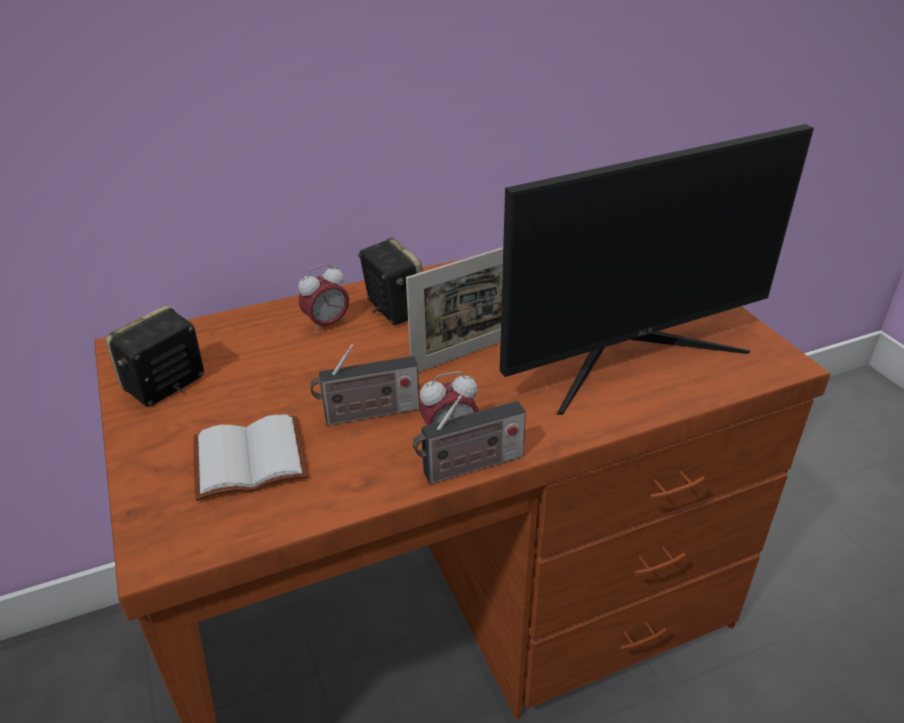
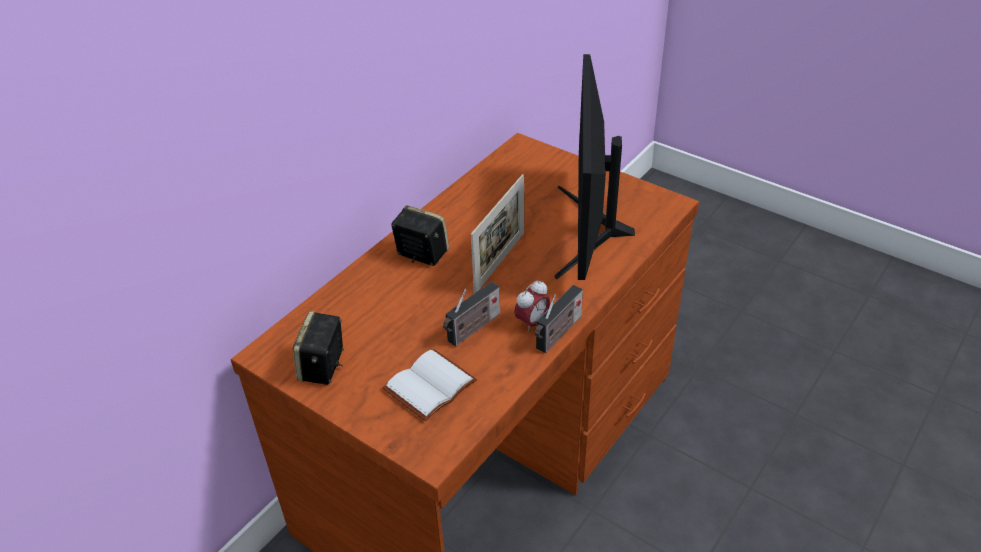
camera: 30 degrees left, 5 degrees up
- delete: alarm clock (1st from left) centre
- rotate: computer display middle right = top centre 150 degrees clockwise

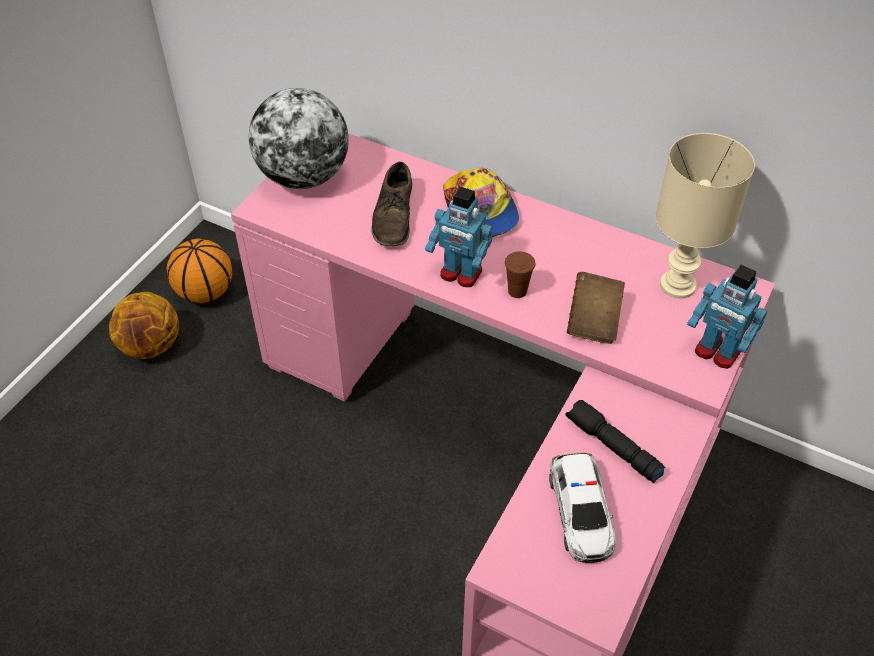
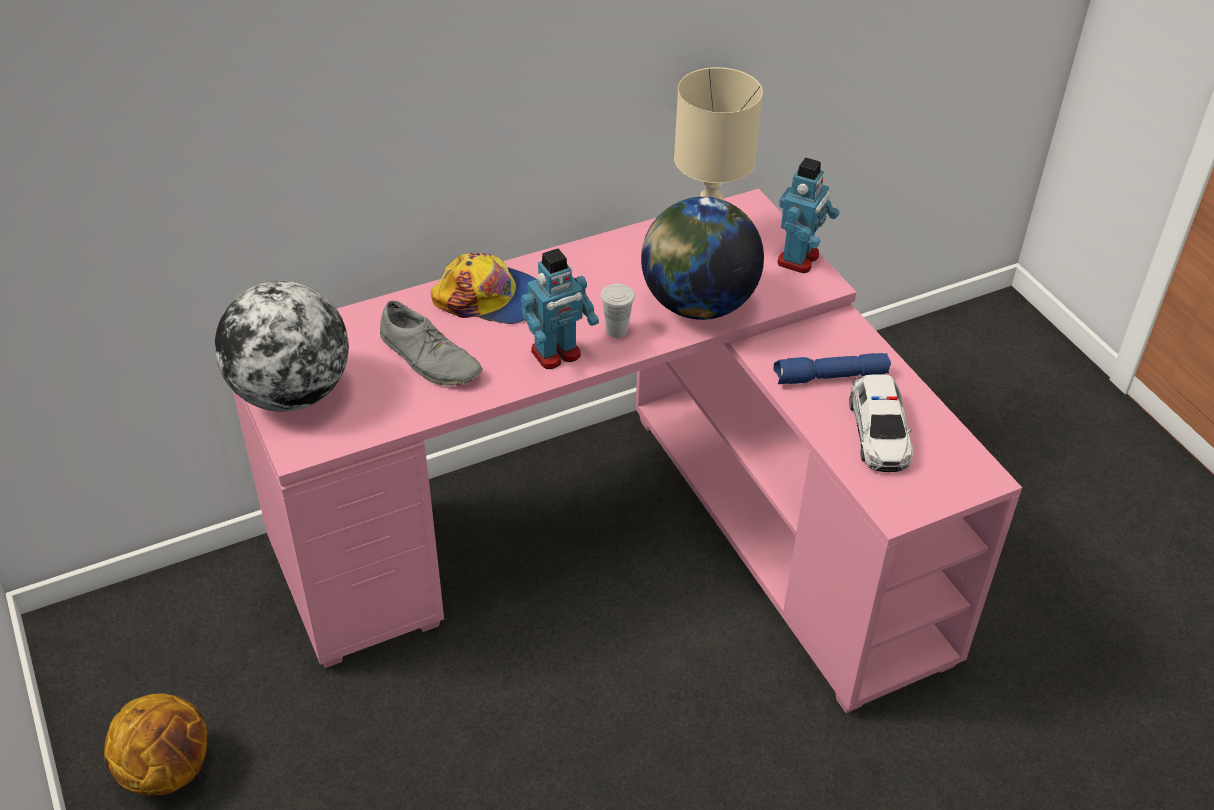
camera: 55 degrees left, 5 degrees down
- delete: basketball (2nd from left) middle left
- replace: brown bound book middle right to world globe (2nd from left) top centre
- recolor: brown shoe top centre to grey shoe centre
- recolor: brown small cup centre to whitish small cup centre
- recolor: blackish torch bottom right to blue torch middle right
- rotate: model car bottom centre = middle right 60 degrees clockwise
- rotate: toy robot (2nd from left) middle right = top centre 45 degrees counterclockwise

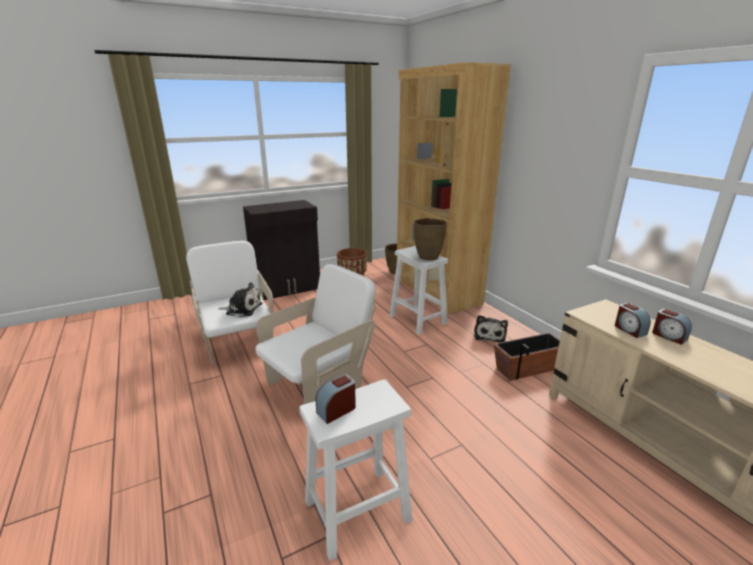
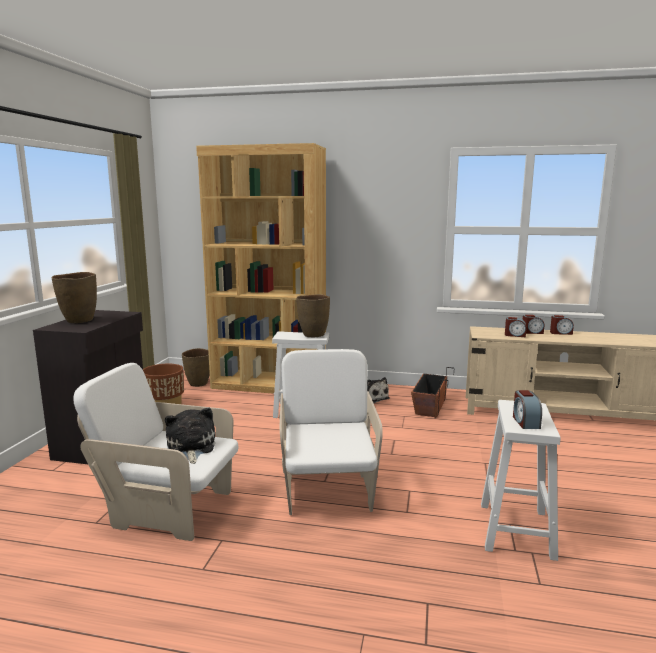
camera: 50 degrees left, 10 degrees down
- insert: brown flower vase (1st from left) middle left
- insert: alarm clock (4th from left) middle right
- rotate: cuddly toy (1st from left) middle left = middle left 60 degrees counterclockwise

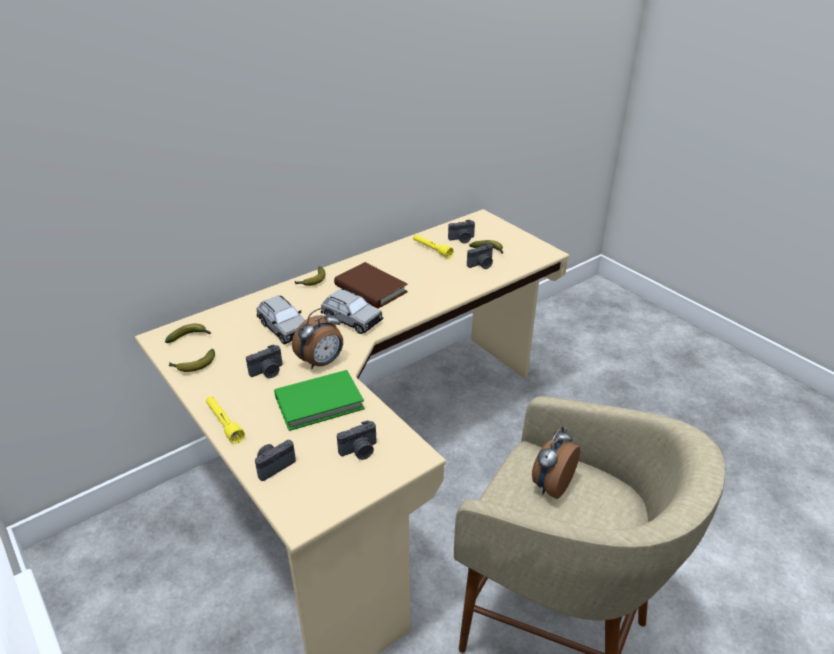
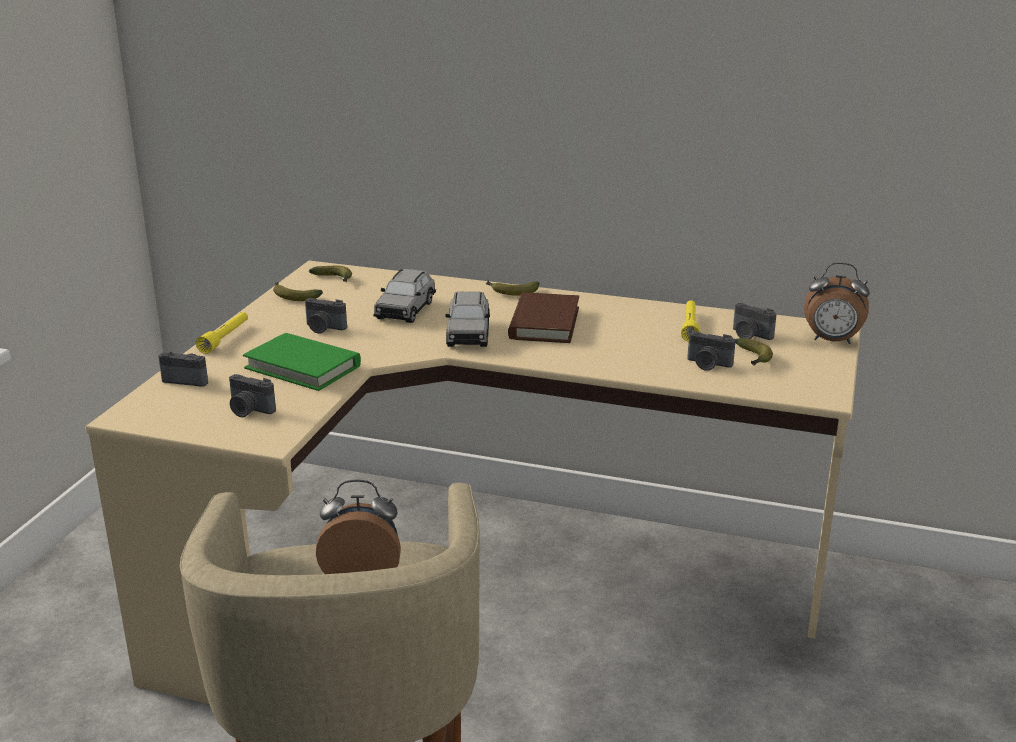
camera: 55 degrees right, 10 degrees down
- move: alarm clock (1st from left in the first image) centre to alarm clock (2nd from left) middle right

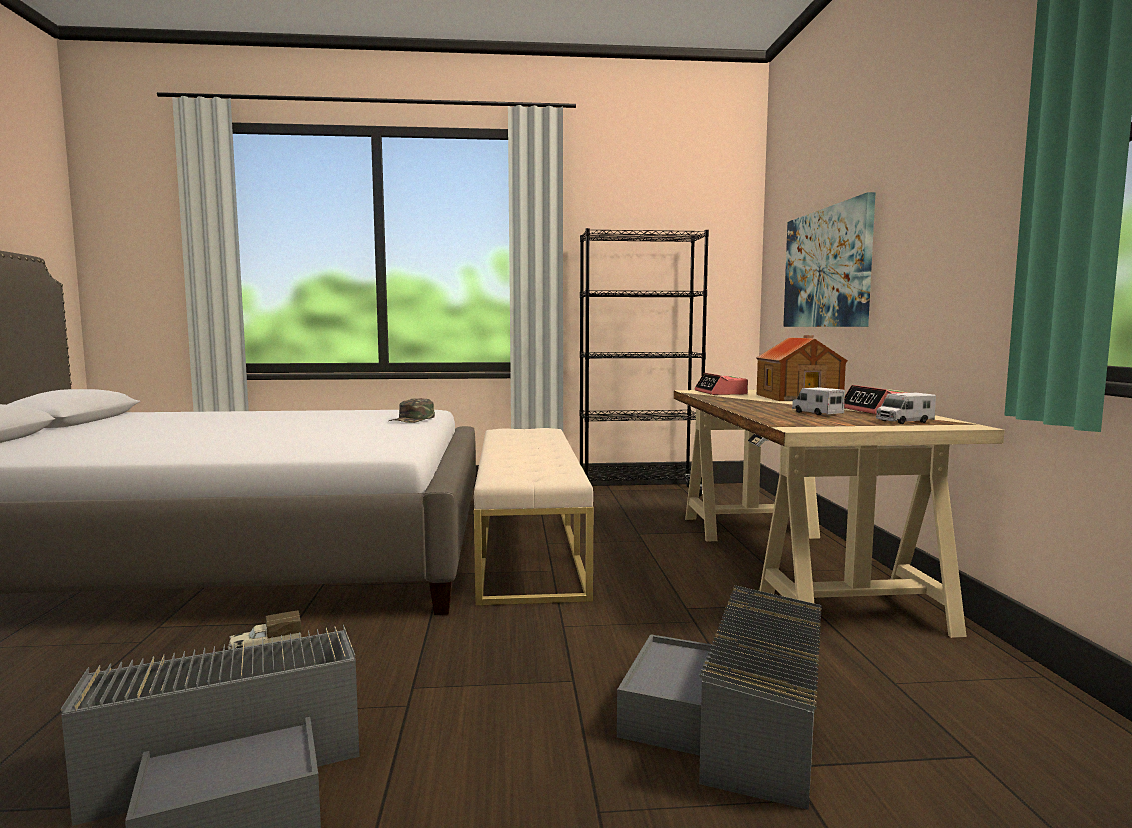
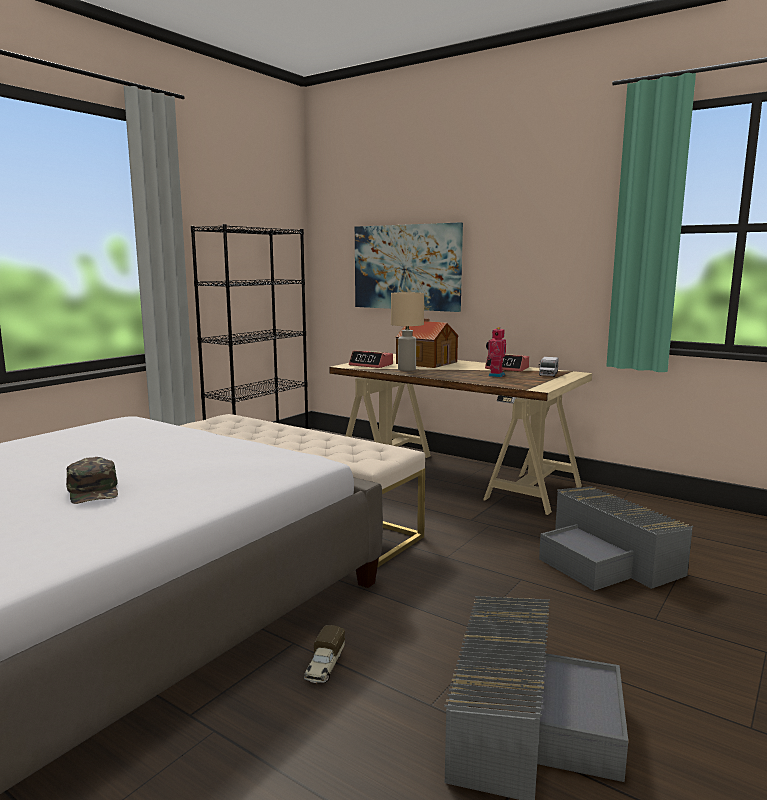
camera: 50 degrees left, 5 degrees up
- insert: sand-coloured tabletop lamp centre
- move: green cap centre to middle left
- replace: toy lorry (2nd from left) middle right to toy robot centre

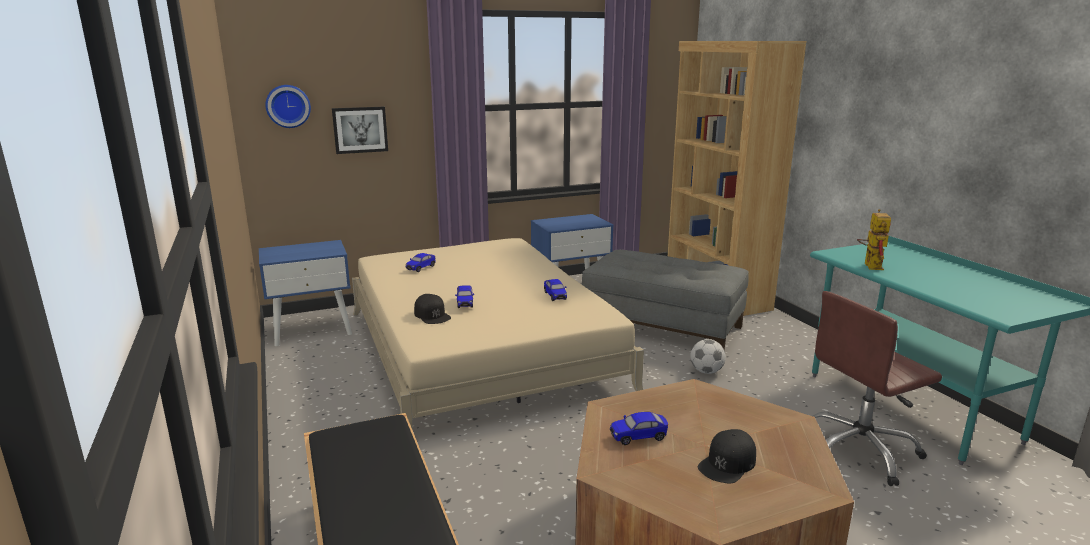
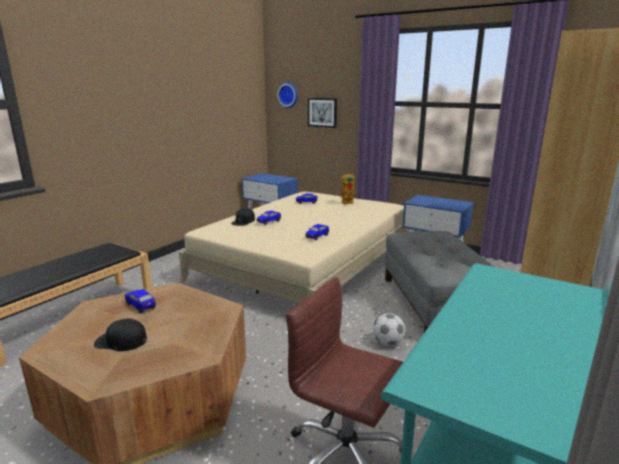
camera: 55 degrees right, 0 degrees up
- move: toy robot middle right to centre

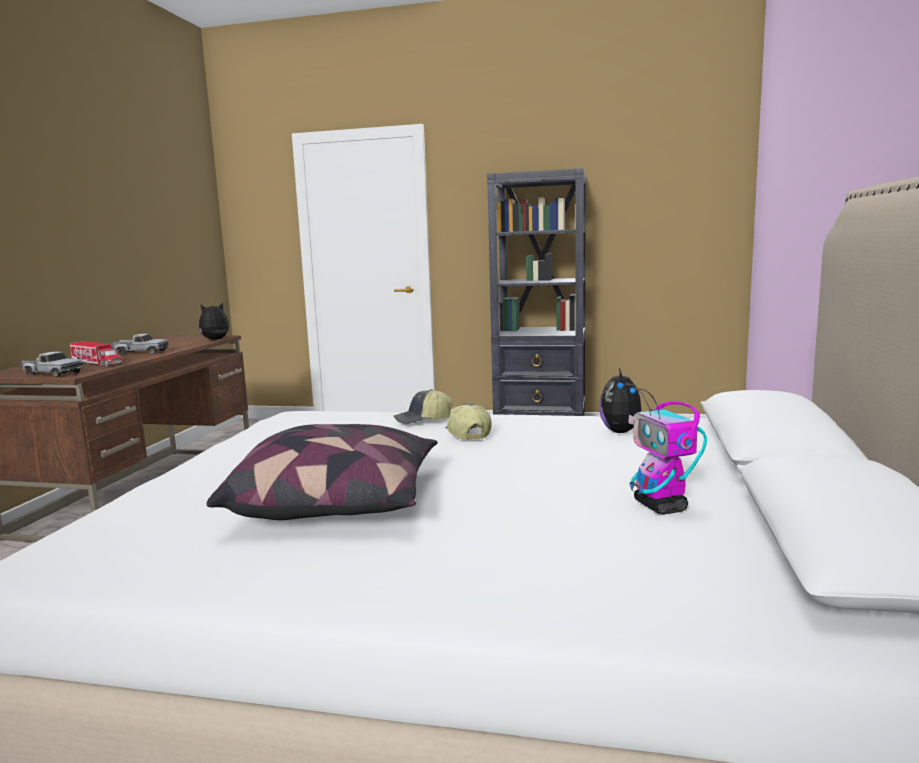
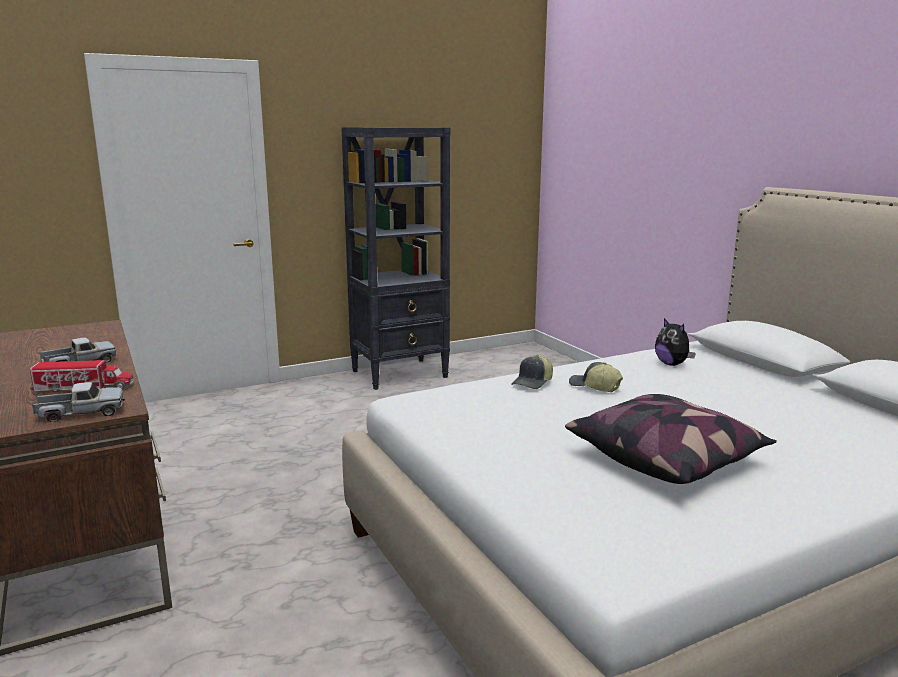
camera: 40 degrees left, 5 degrees up
- delete: cuddly toy (1st from left) middle left
- delete: toy robot middle right

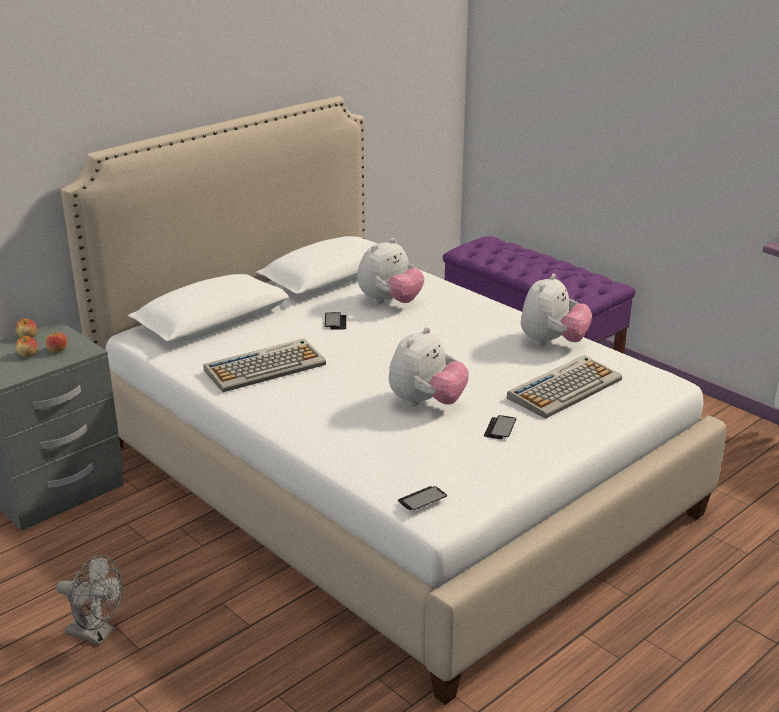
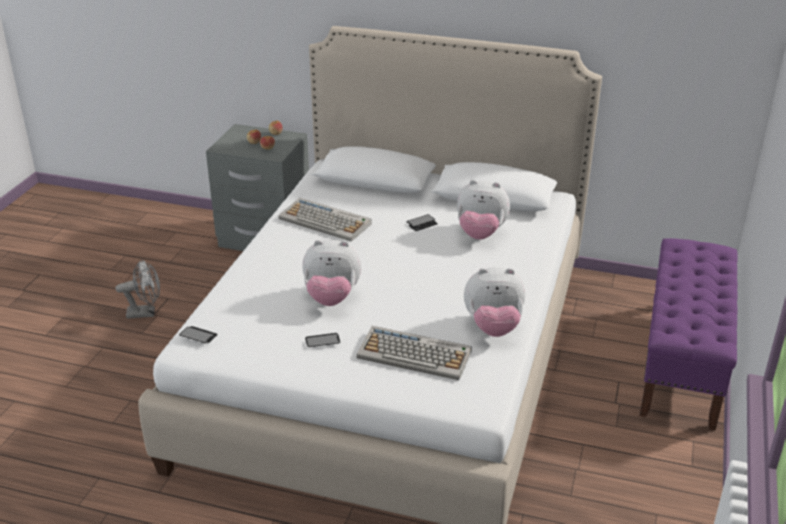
camera: 60 degrees right, 5 degrees up
- rotate: grey electric fan bottom left = middle left 90 degrees counterclockwise

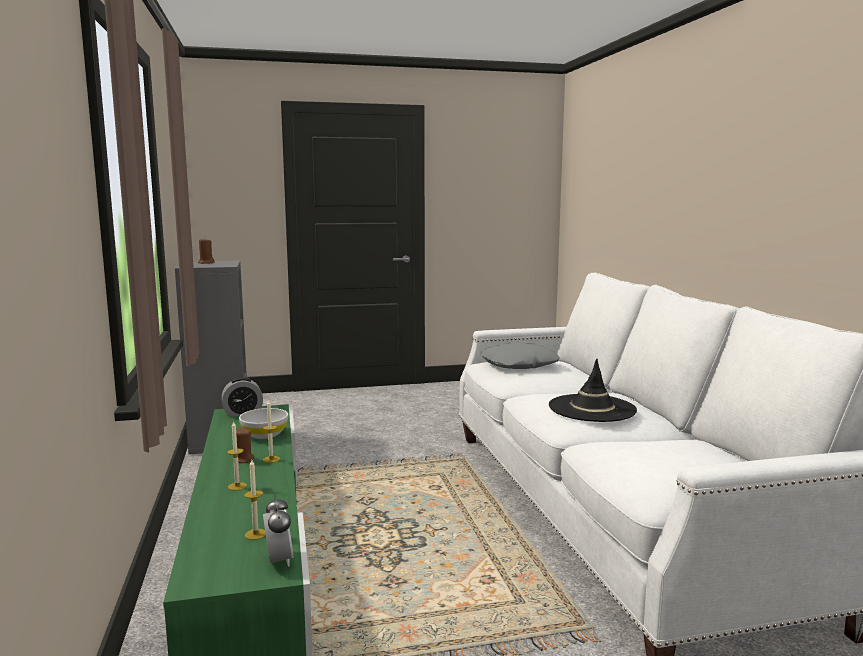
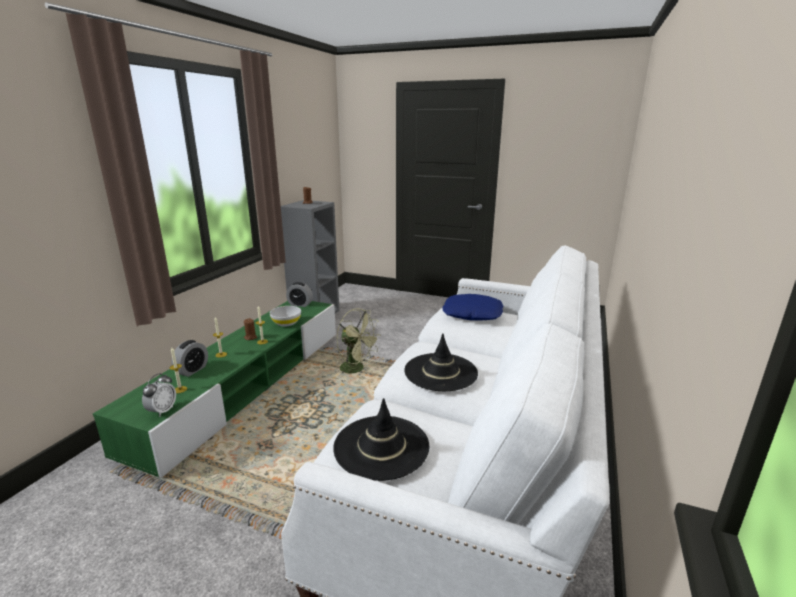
camera: 35 degrees right, 10 degrees up
- insert: alarm clock (2nd from left) middle left
- insert: blackish hat (1st from left) bottom centre
- insert: green electric fan centre
- recolor: grey throw pillow centre to blue throw pillow centre

